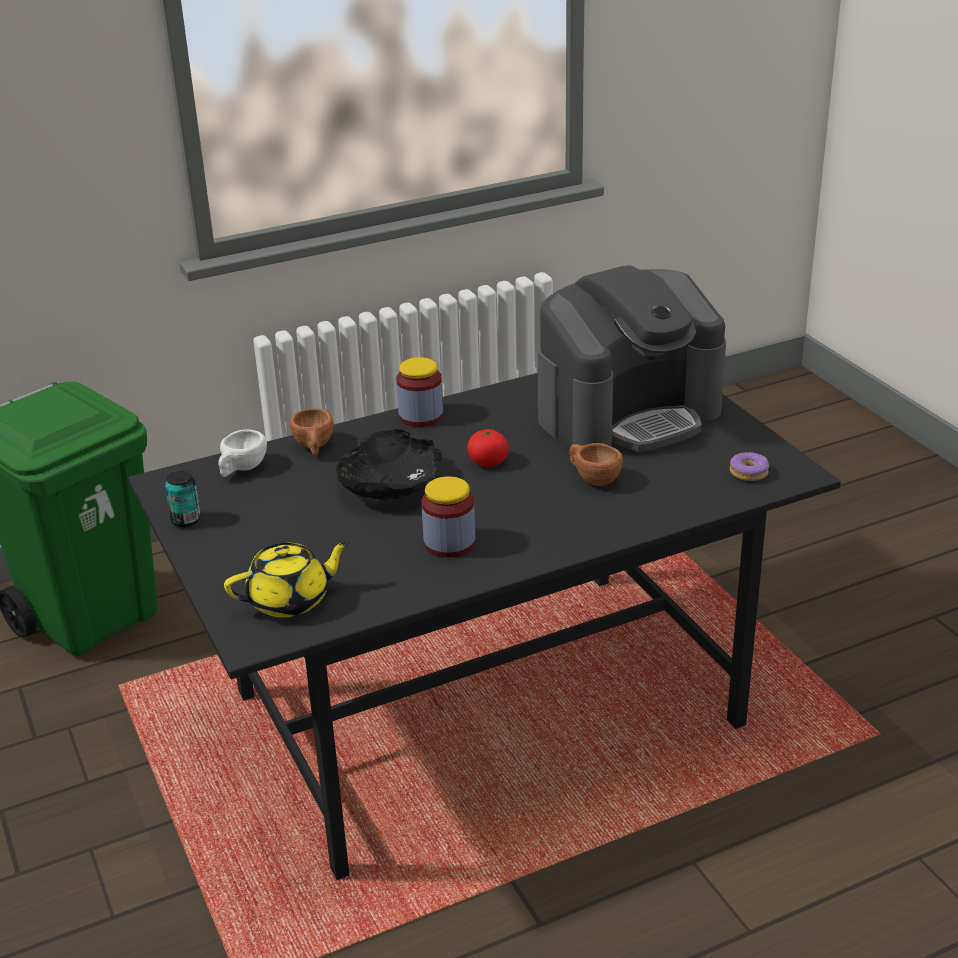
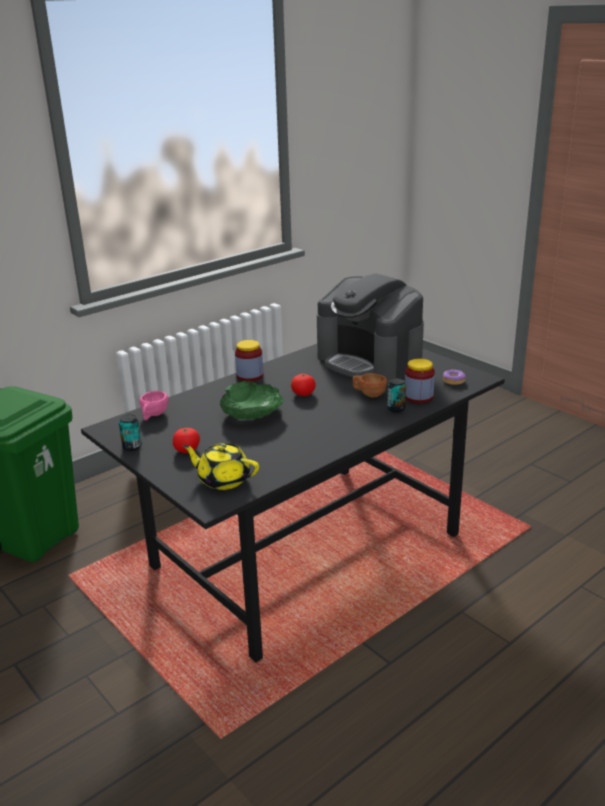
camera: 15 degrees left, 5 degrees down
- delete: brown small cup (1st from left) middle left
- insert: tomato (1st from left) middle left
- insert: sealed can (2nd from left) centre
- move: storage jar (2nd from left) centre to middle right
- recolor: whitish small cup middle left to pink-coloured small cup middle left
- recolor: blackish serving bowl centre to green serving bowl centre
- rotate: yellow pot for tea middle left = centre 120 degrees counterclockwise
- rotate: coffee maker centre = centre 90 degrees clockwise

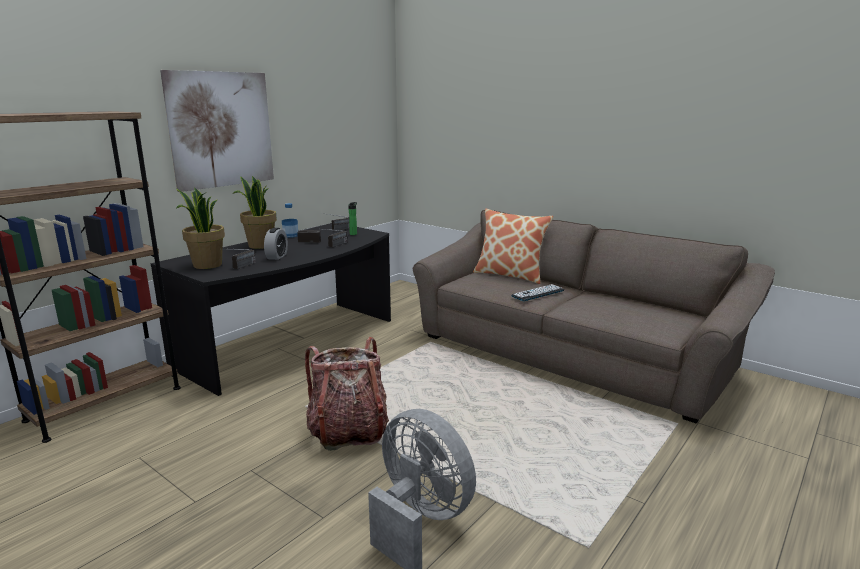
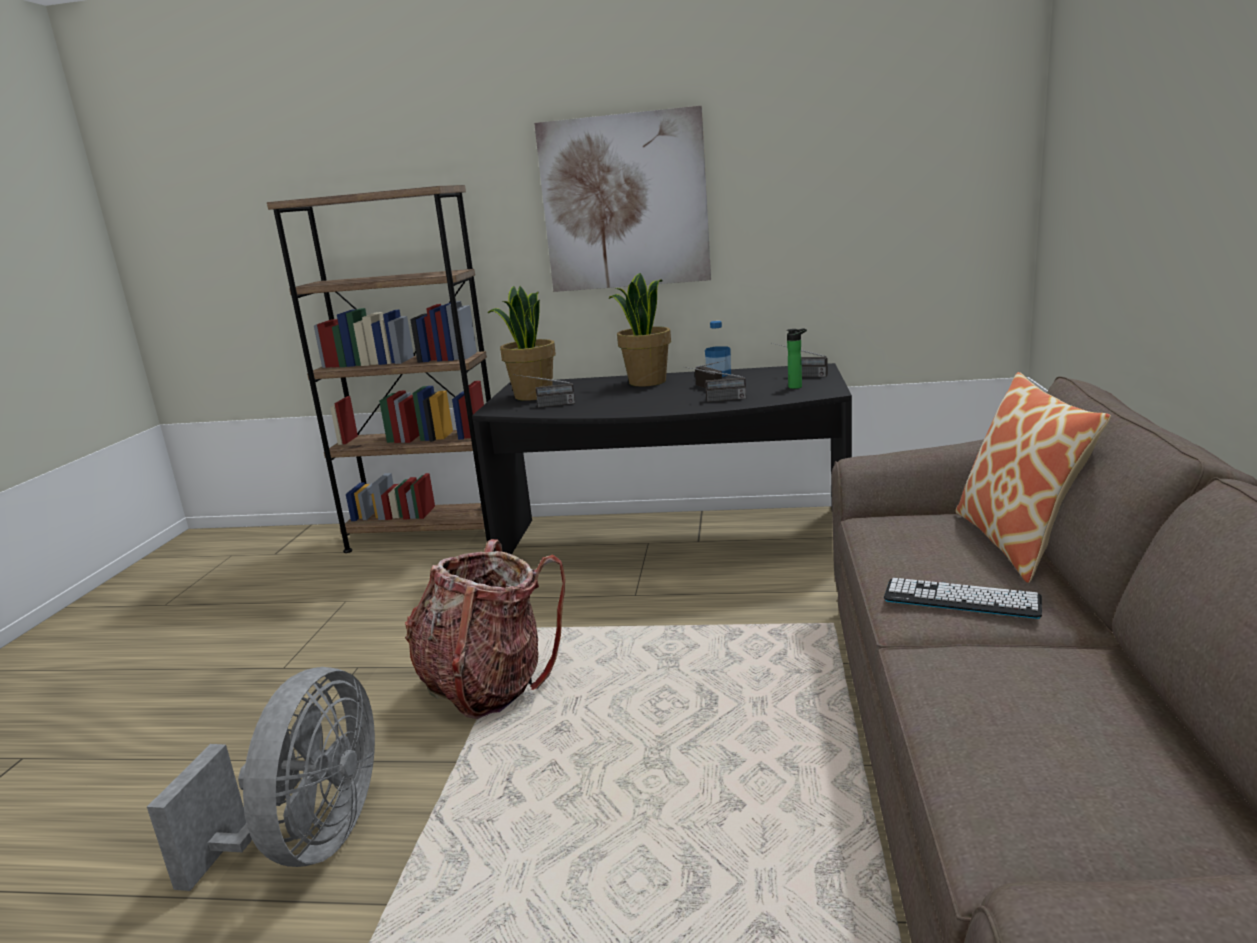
camera: 60 degrees right, 0 degrees up
- delete: alarm clock middle left

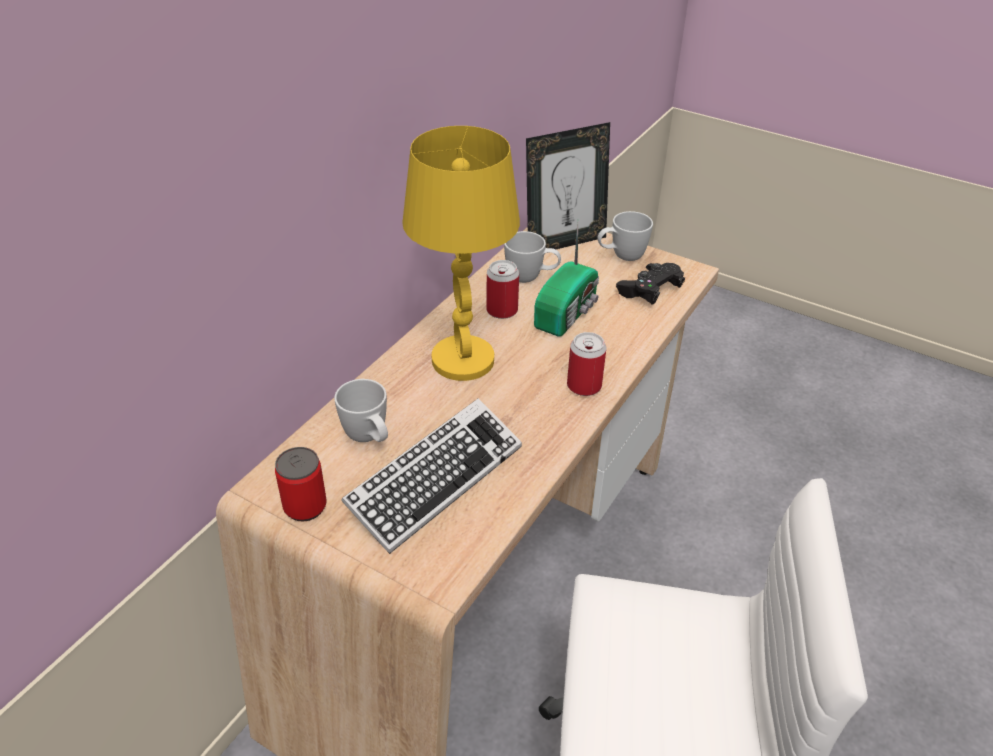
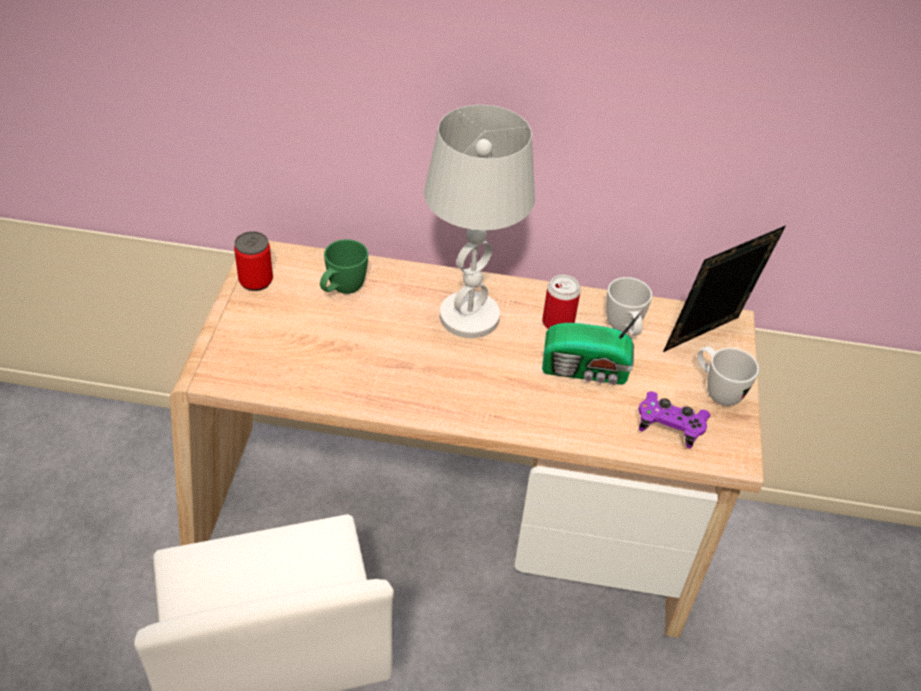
camera: 65 degrees right, 5 degrees up
- delete: computer keyboard centre
- delete: sealed can (3rd from left) centre
- recolor: whitish coffee mug (1st from left) centre to green coffee mug centre
- recolor: yellow tabletop lamp centre to whitish tabletop lamp top centre
- recolor: blackish joypad centre to purple joypad middle right
- rotate: photo frame top centre = middle right 105 degrees clockwise

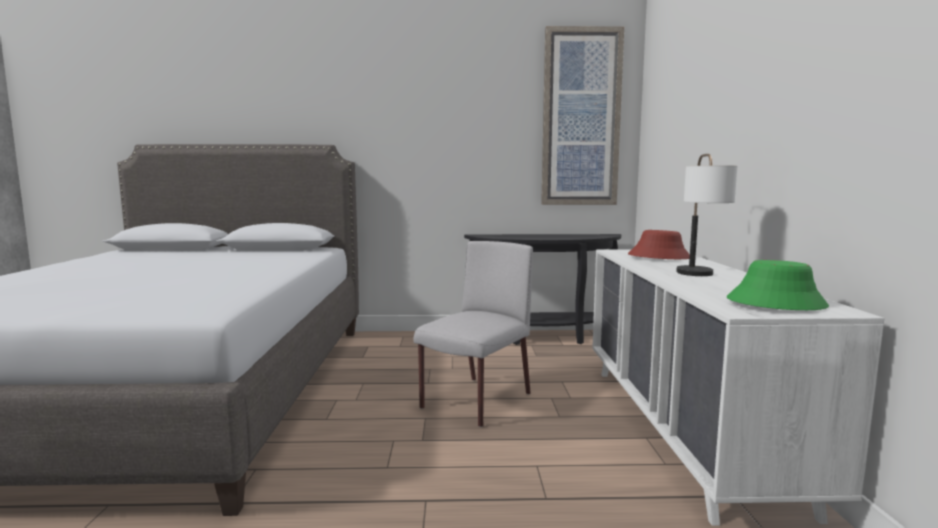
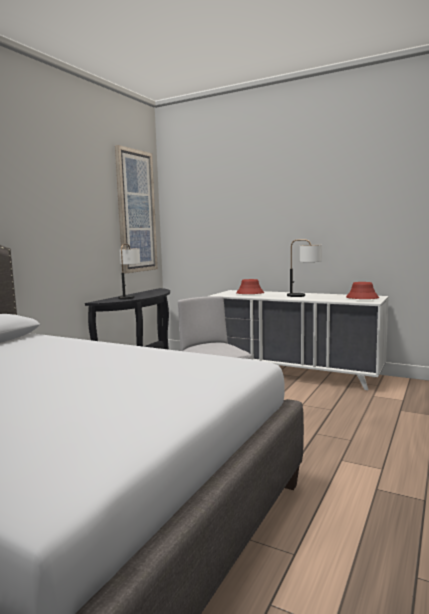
camera: 60 degrees left, 0 degrees up
- insert: tabletop lamp (1st from left) middle left
- recolor: green hat middle right to red hat (2nd from left) middle right

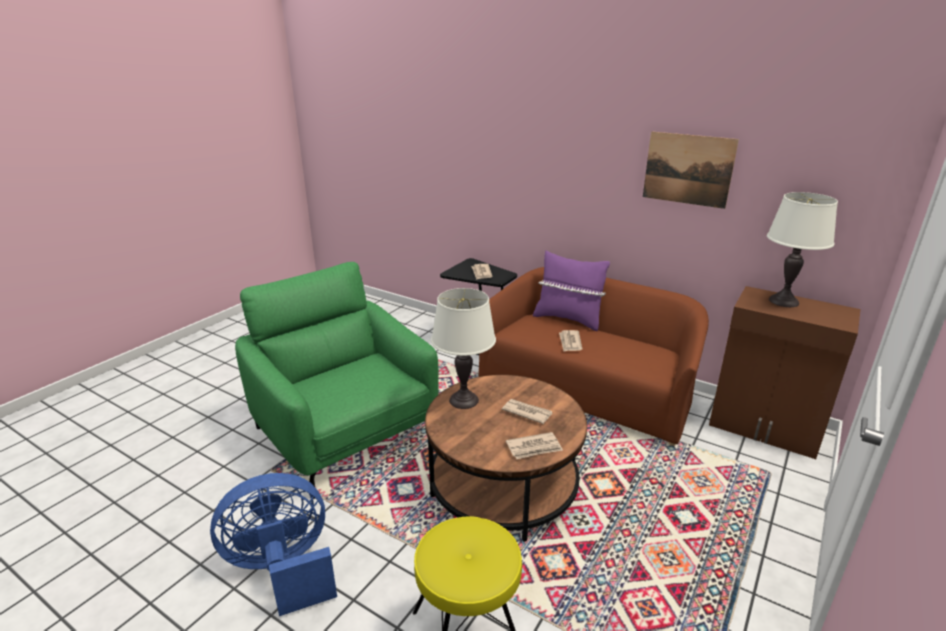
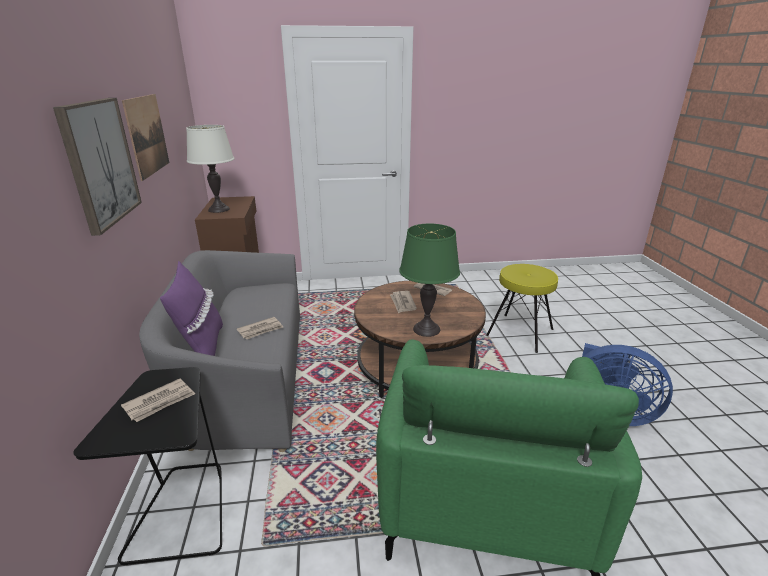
camera: 130 degrees left, 0 degrees up
- insert: wall art (1st from left) top left
- recolor: whitish tabletop lamp (1st from left) centre to green tabletop lamp centre
- recolor: brown sofa centre to grey sofa middle left

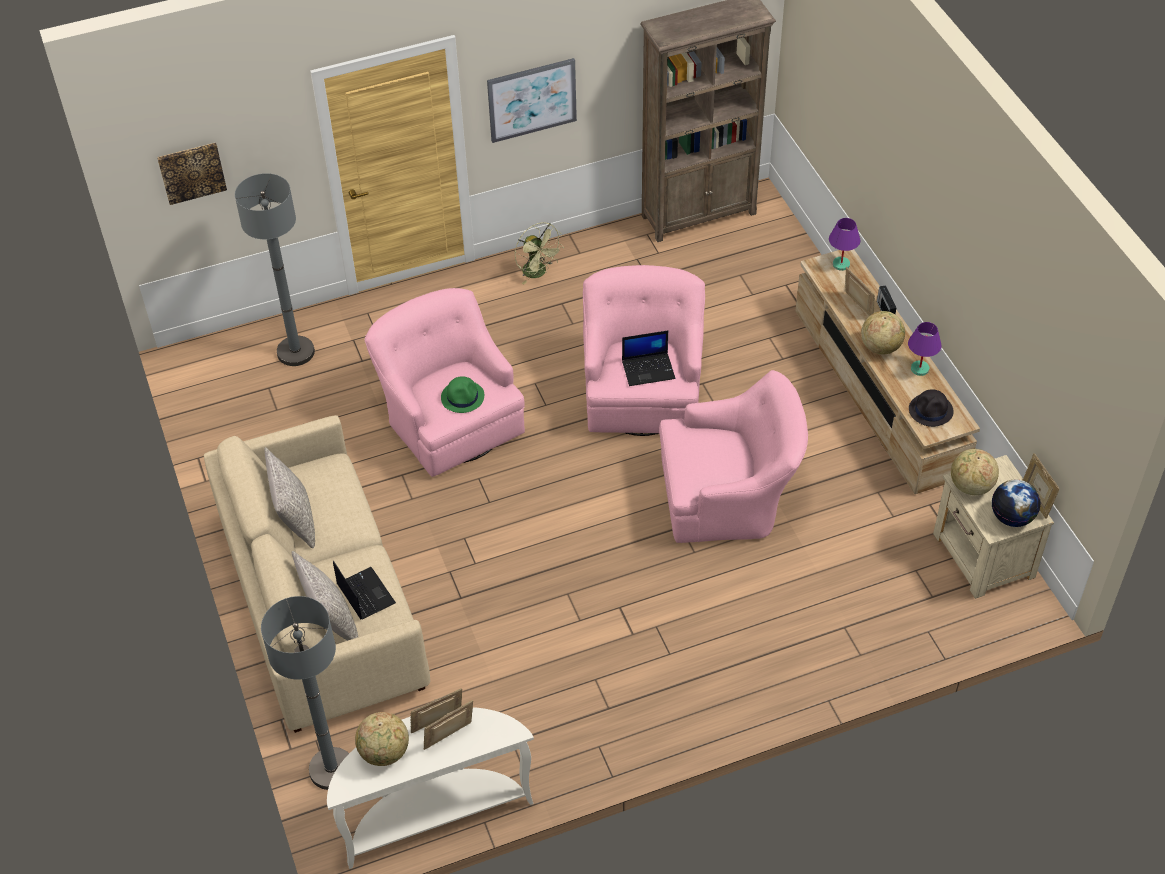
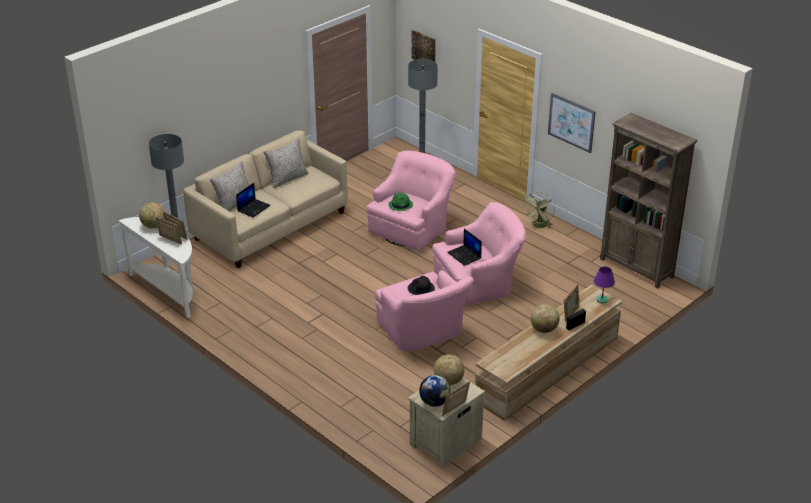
camera: 65 degrees right, 15 degrees down
- delete: purple tabletop lamp (2nd from left) middle right
- move: blackish hat middle right to centre

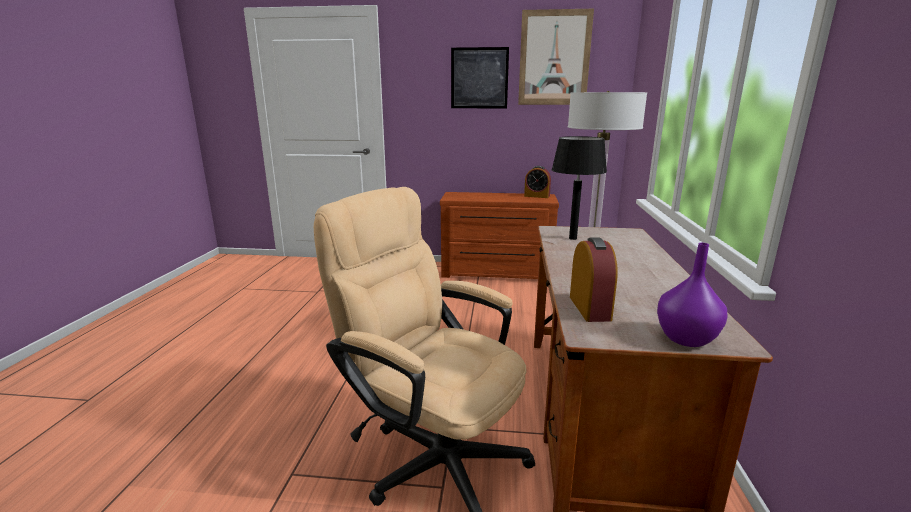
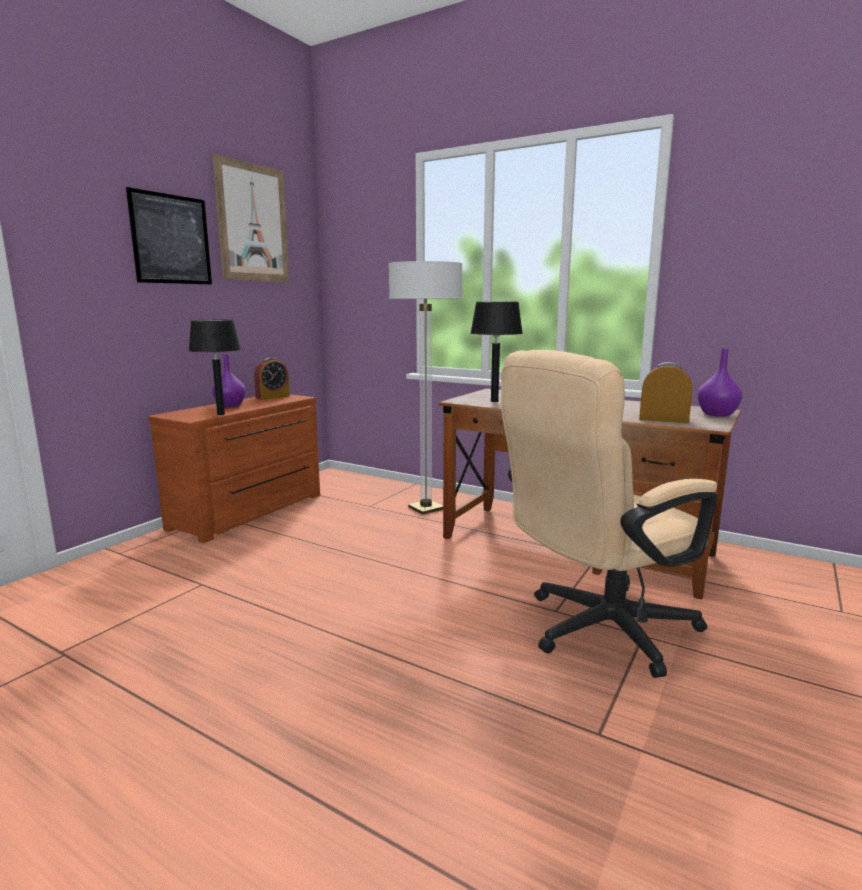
camera: 65 degrees left, 5 degrees down
- insert: blackish tabletop lamp (1st from left) middle left
- insert: purple flower vase (1st from left) middle left

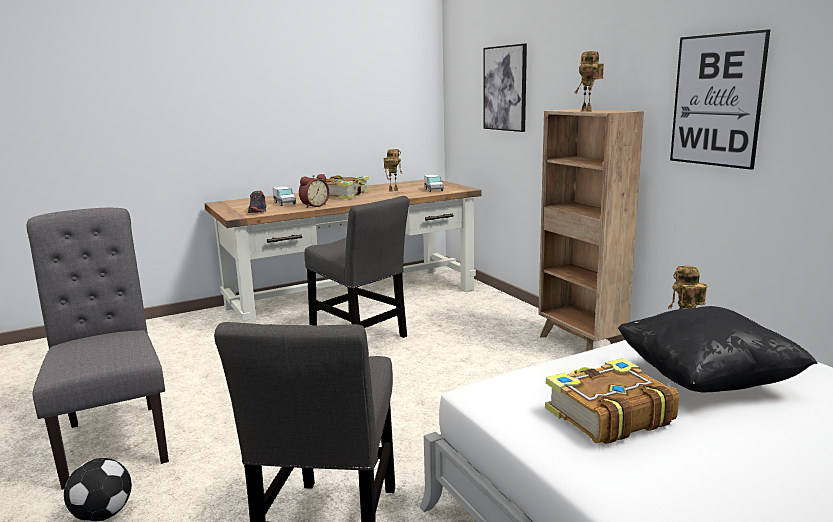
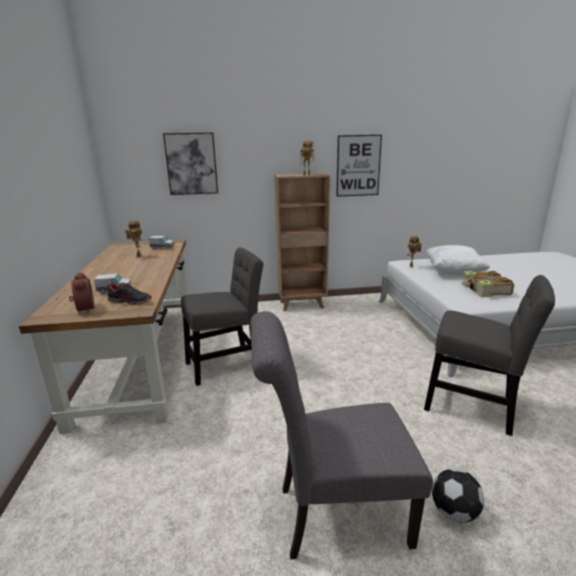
camera: 70 degrees left, 5 degrees up
- delete: bound book (1st from left) centre
- move: alarm clock centre to middle left
- recolor: blackish throw pillow bottom right to whitish throw pillow middle right

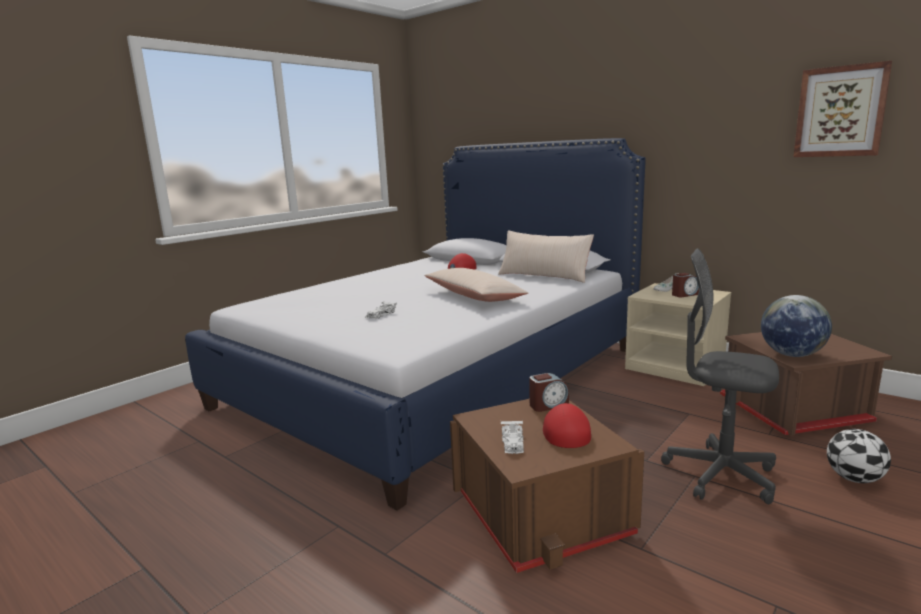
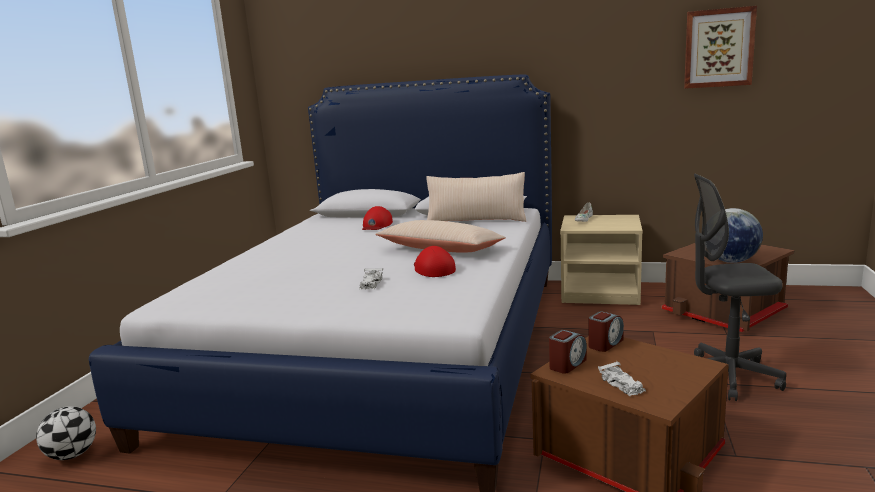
camera: 25 degrees left, 0 degrees up
- move: red cap (2nd from left) bottom centre to centre
- move: alarm clock (2nd from left in the first image) middle right to alarm clock (1st from left) bottom centre
- move: football ball bottom right to bottom left

